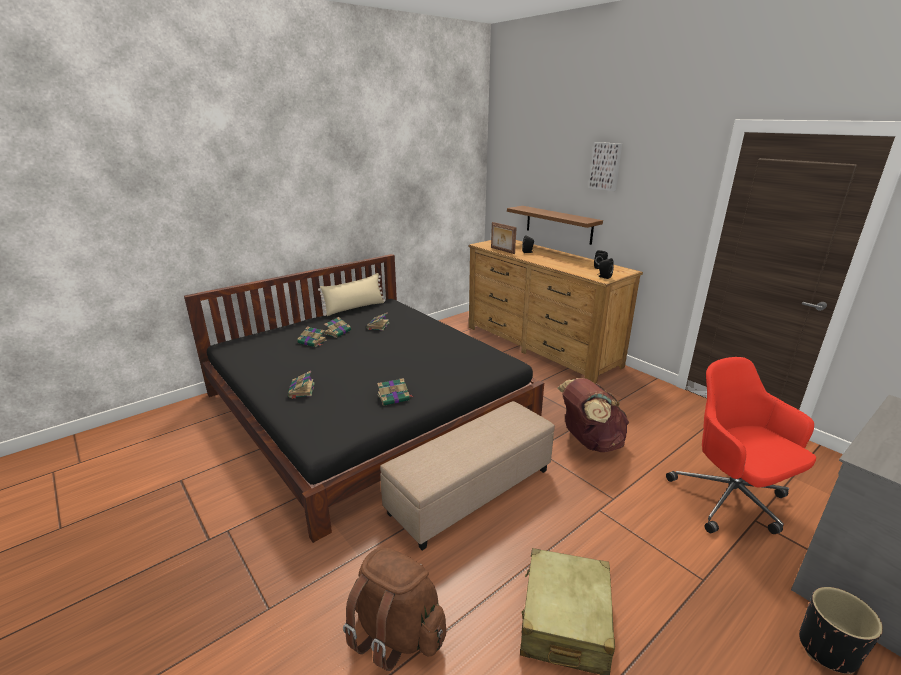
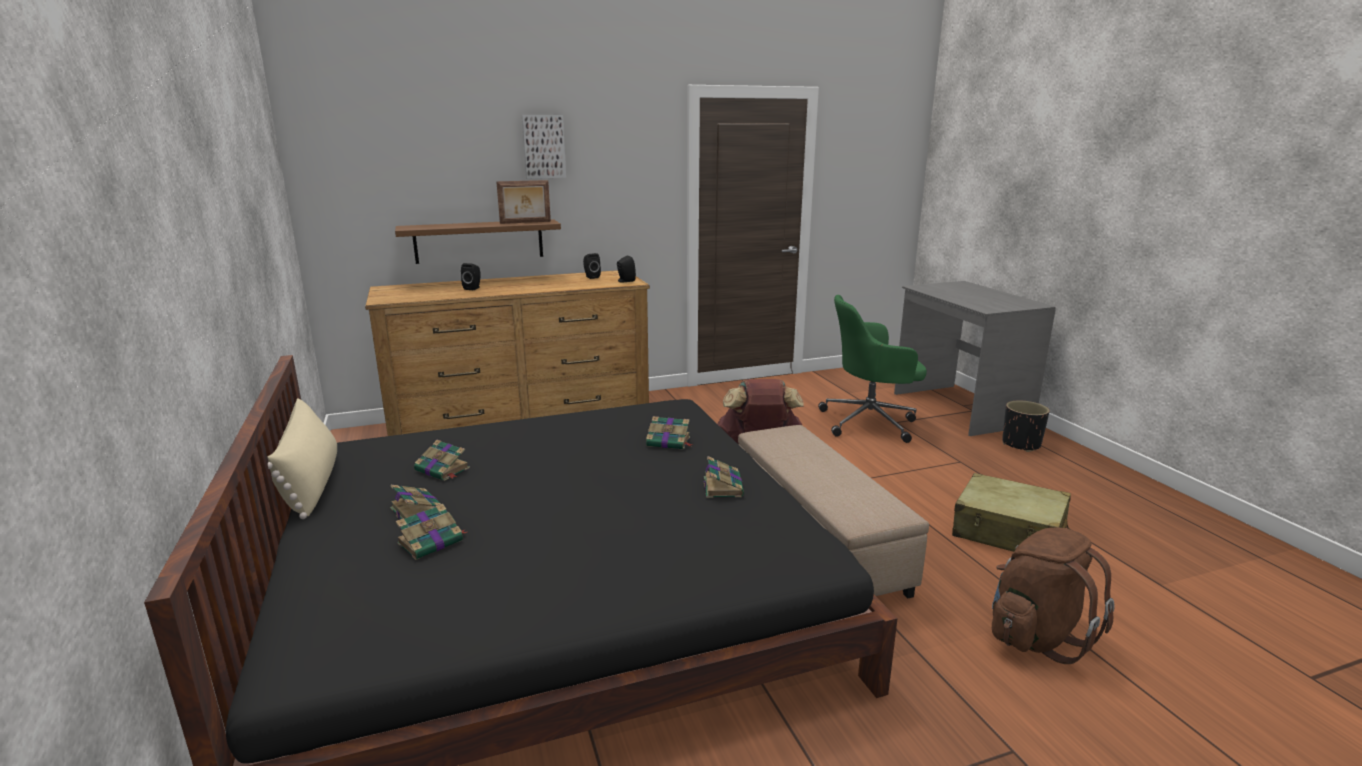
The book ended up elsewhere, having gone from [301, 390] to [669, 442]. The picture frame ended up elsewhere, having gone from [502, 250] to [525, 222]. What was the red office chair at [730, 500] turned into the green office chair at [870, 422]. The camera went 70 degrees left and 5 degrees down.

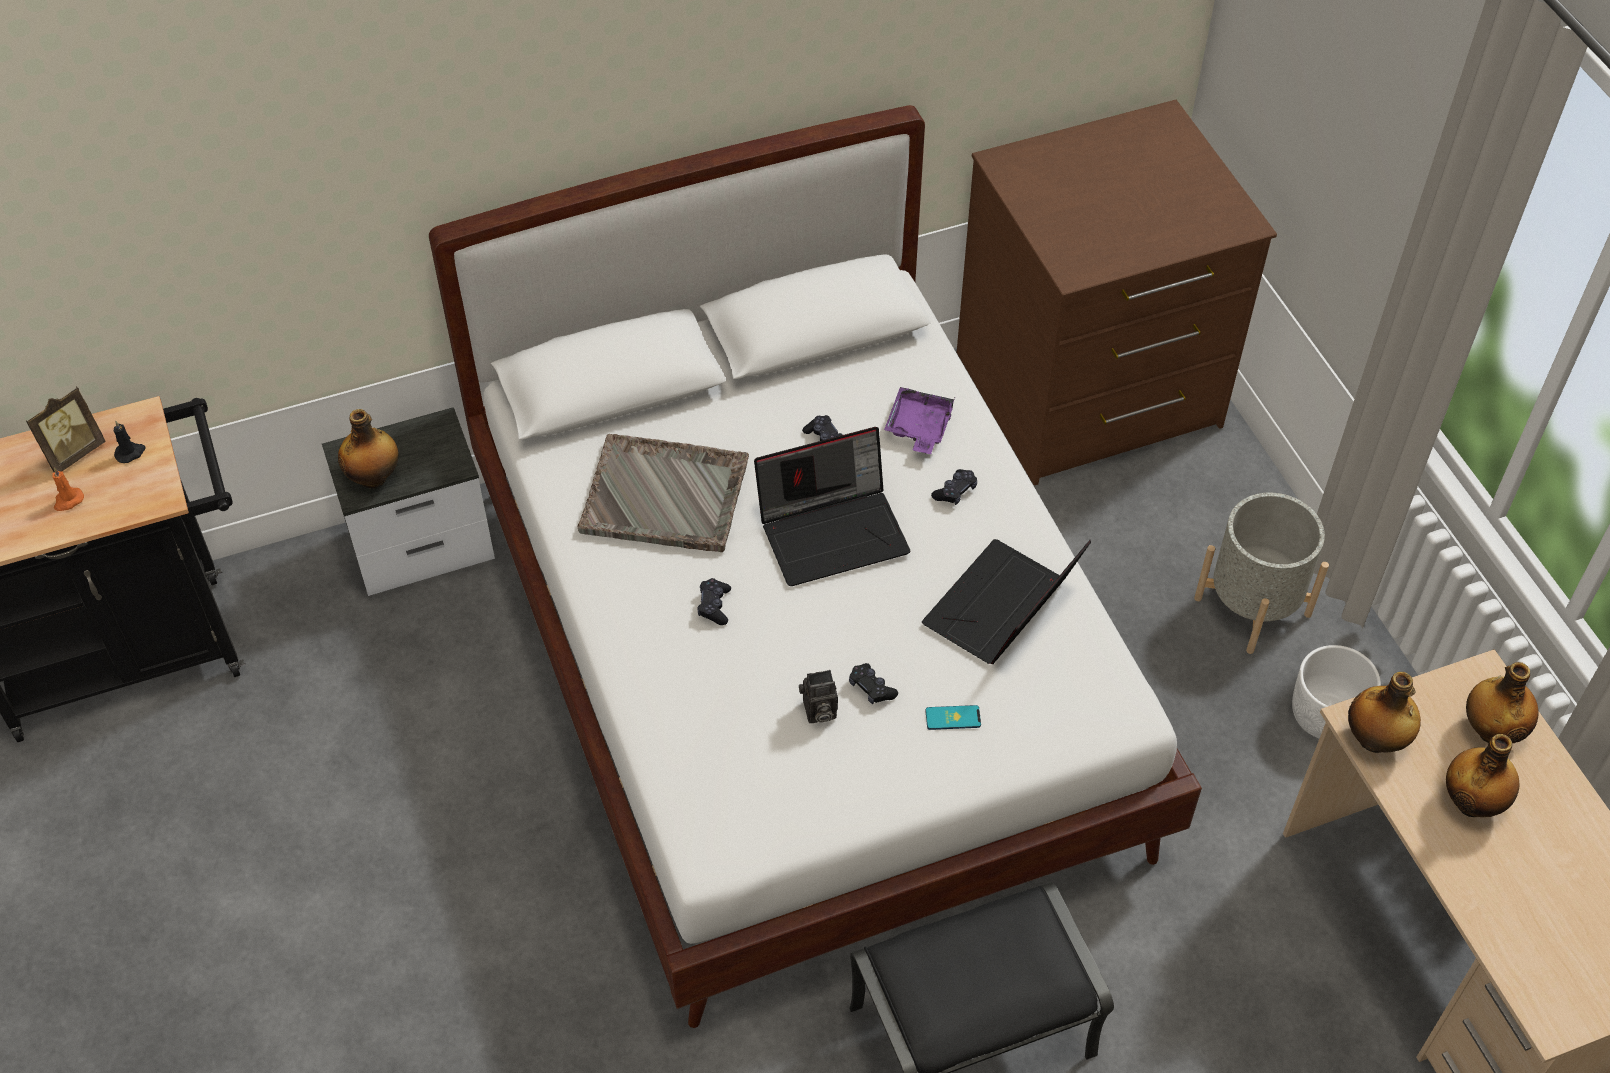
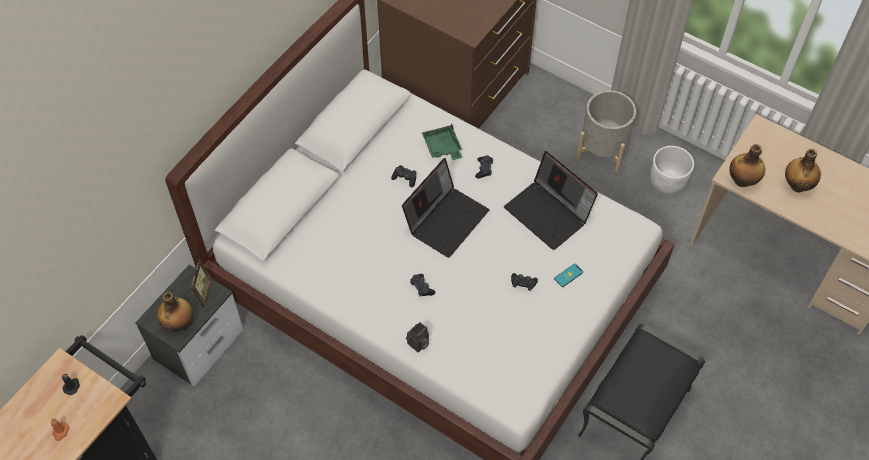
The picture frame ended up elsewhere, having gone from [73, 453] to [201, 293]. The second view lost the grey tray at [666, 496]. The photo camera ended up elsewhere, having gone from [818, 712] to [418, 344]. What was the purple tray at [918, 427] turned into the green tray at [442, 147]. The laptop at [1002, 611] ended up facing another way, 45 degrees counterclockwise from before. The second view lost the bottle at [1491, 730]. The camera went 35 degrees left and 5 degrees up.

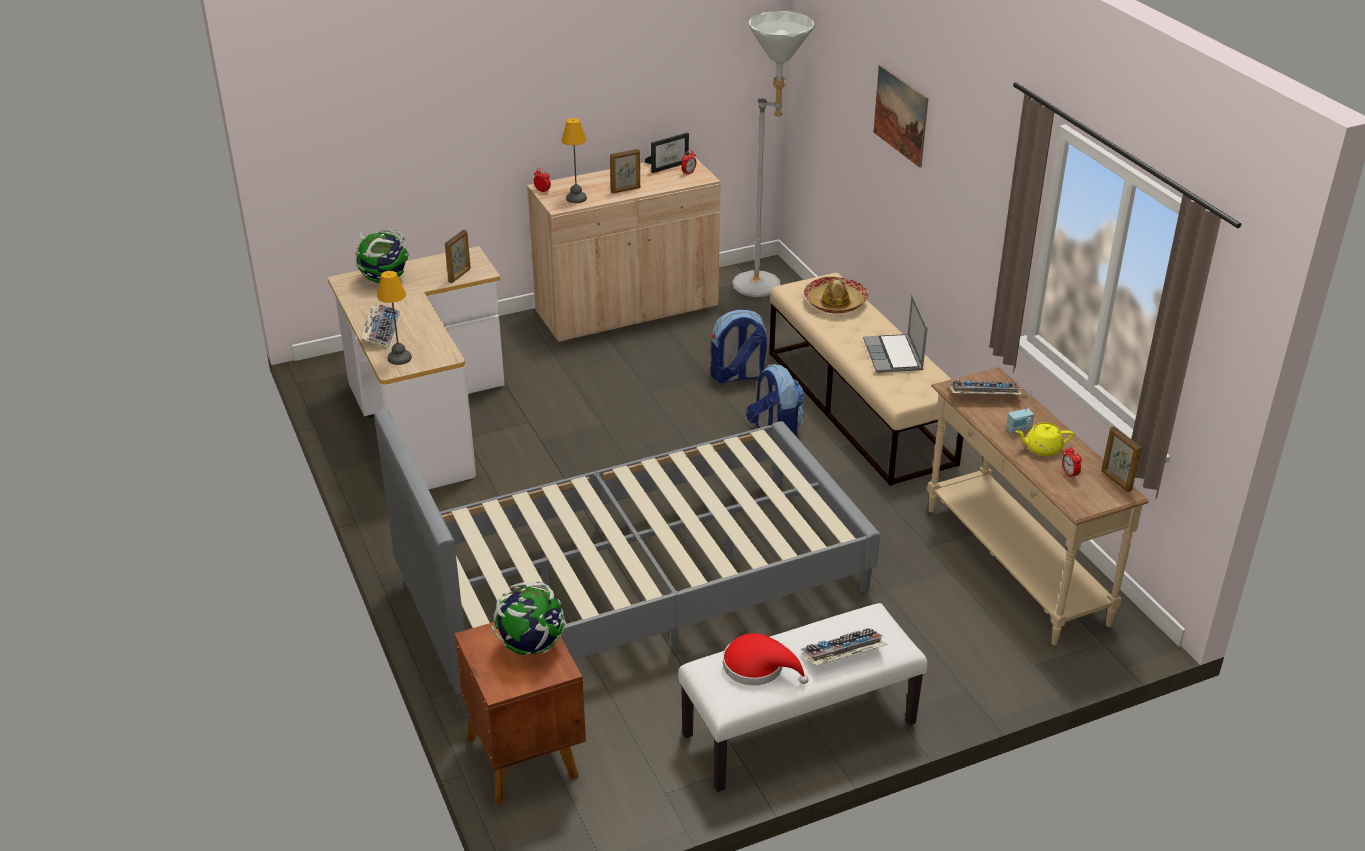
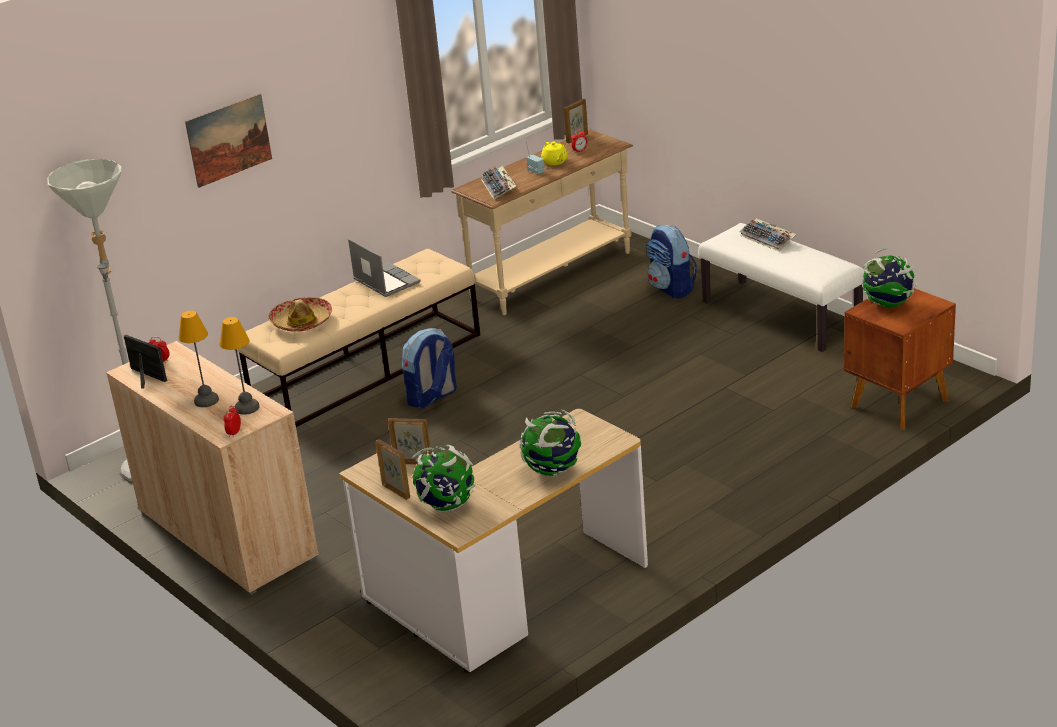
Where the keyboard stood at [381, 331], the globe came to stand at [553, 470]. The second view lost the grey bed at [634, 587]. The table lamp ended up elsewhere, having gone from [399, 358] to [207, 400]. The picture frame ended up elsewhere, having gone from [625, 190] to [396, 491]. The backpack ended up elsewhere, having gone from [737, 376] to [672, 288]. The second view lost the red hat at [758, 667]. The laptop at [894, 356] ended up facing another way, 105 degrees counterclockwise from before. The camera went 105 degrees left and 5 degrees down.

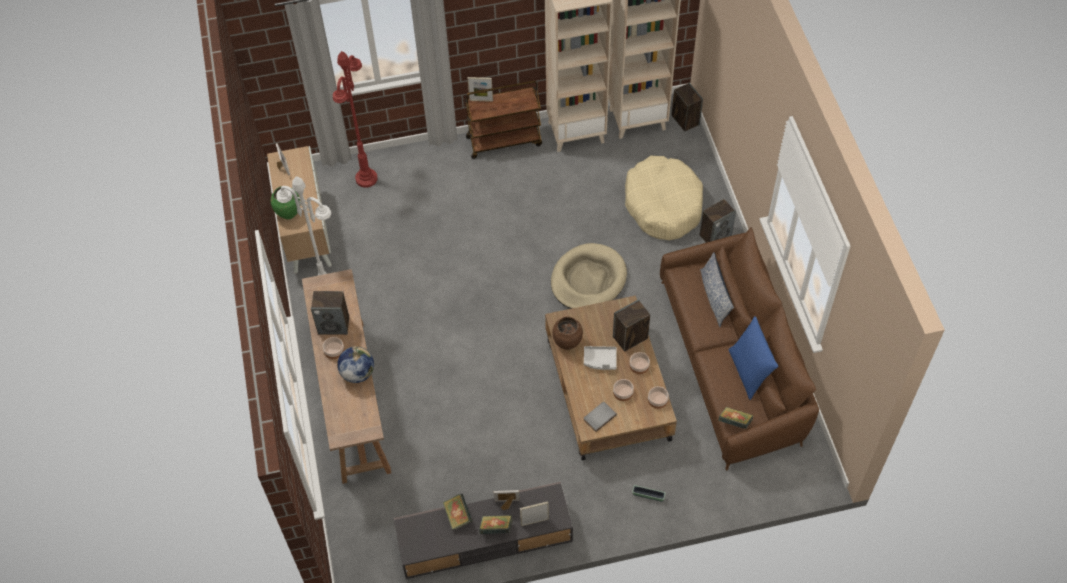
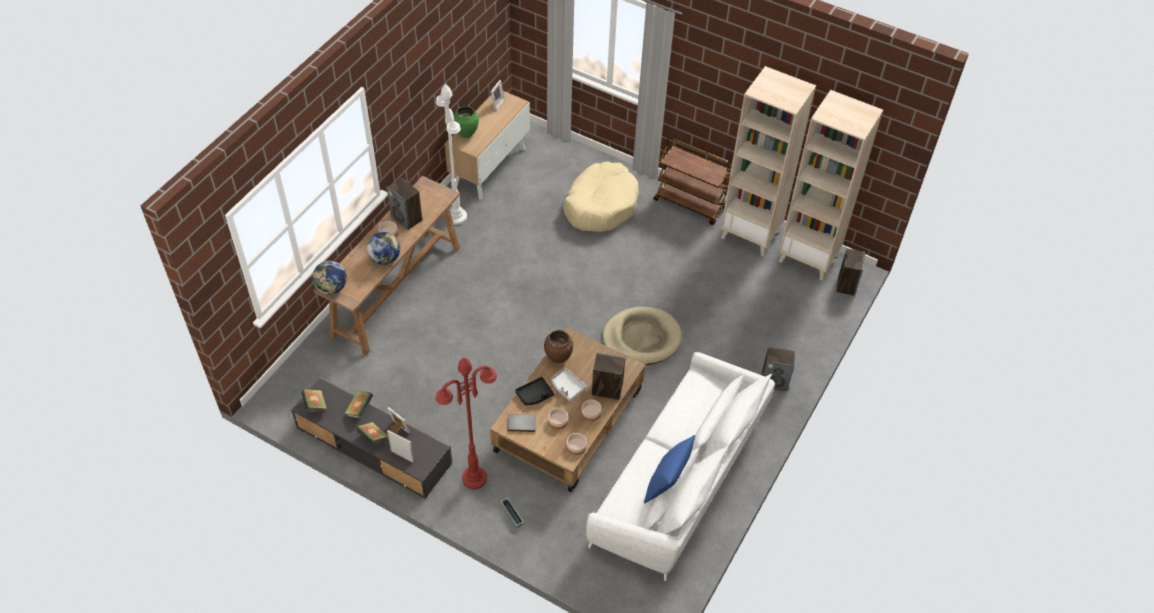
The red floor lamp ended up elsewhere, having gone from [366, 179] to [474, 478]. The second view lost the picture frame at [481, 100]. The beige dog bed ended up elsewhere, having gone from [663, 205] to [600, 205]. What was the brown sofa at [732, 364] turned into the white sofa at [680, 479]. The second view lost the pillow at [714, 297]. The book ended up elsewhere, having gone from [734, 422] to [315, 406]. The second view gained the globe at [332, 288]. The second view gained the black tray at [535, 395]. The camera went 40 degrees right and 5 degrees down.

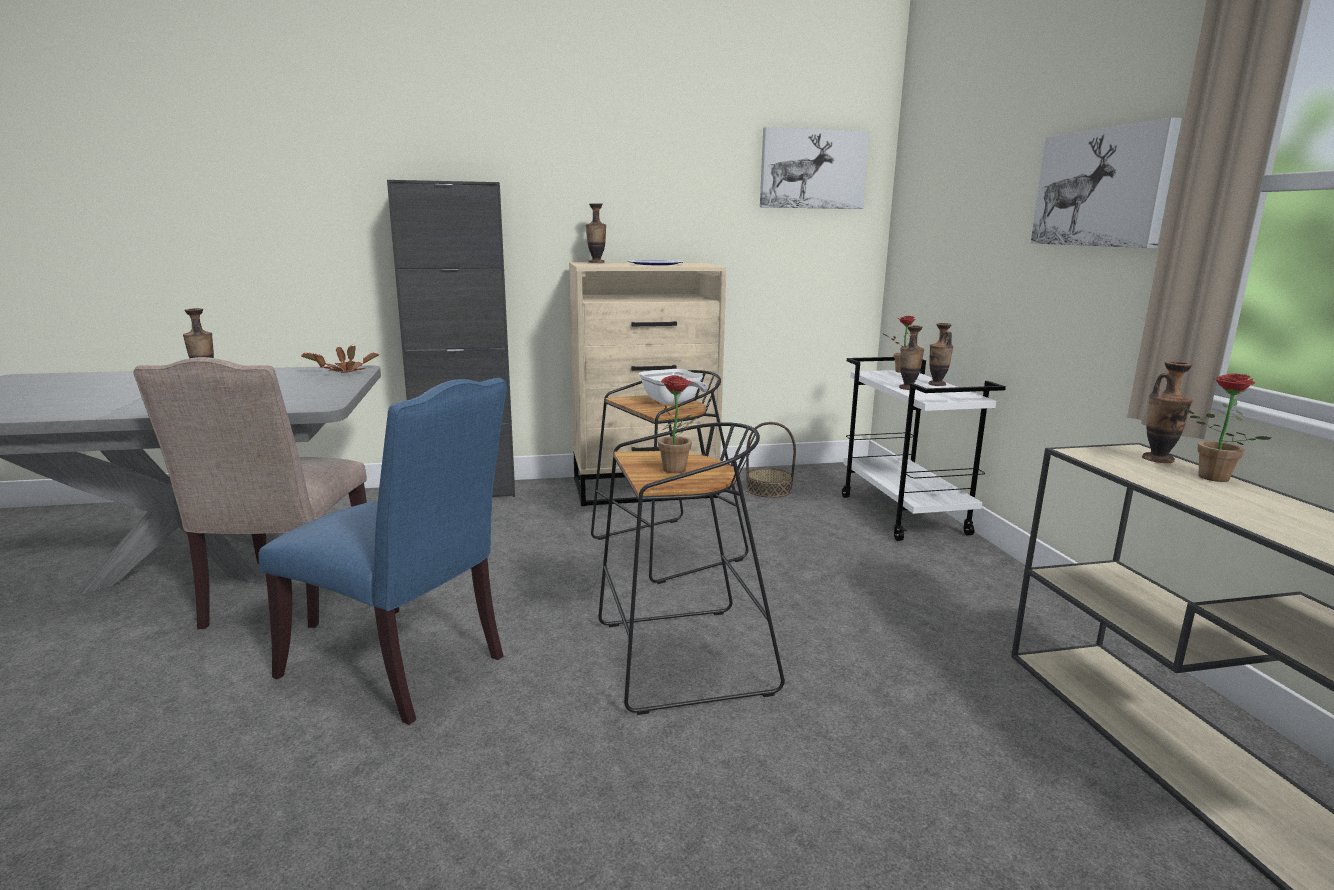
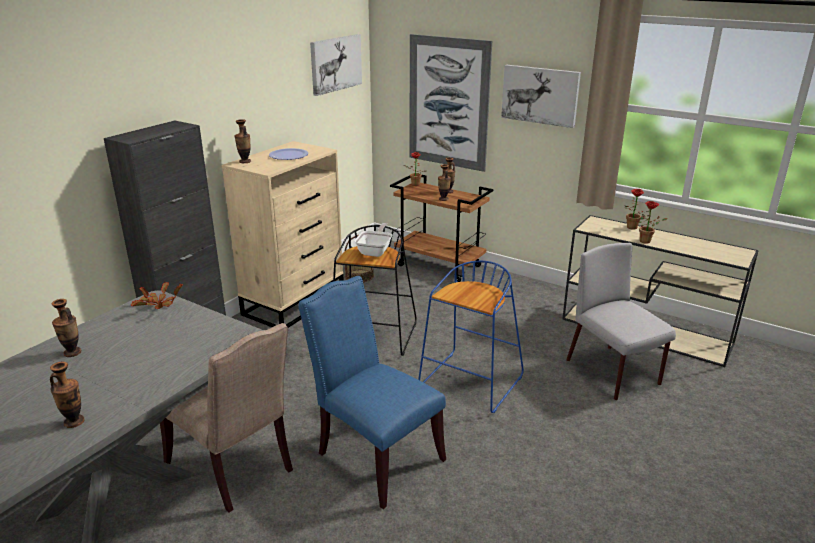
The blue chair at [403, 666] ended up facing another way, 120 degrees counterclockwise from before. What was the black stool at [680, 659] turned into the blue stool at [471, 383]. The frying pan at [673, 402] ended up facing another way, 90 degrees counterclockwise from before. The potted plant ended up elsewhere, having gone from [677, 471] to [647, 241]. What was the white cart at [904, 515] turned into the brown cart at [440, 266]. The vase ended up elsewhere, having gone from [1158, 459] to [74, 422]. The second view gained the picture at [448, 103]. The second view gained the grey chair at [613, 373]. The camera went 45 degrees left and 10 degrees up.

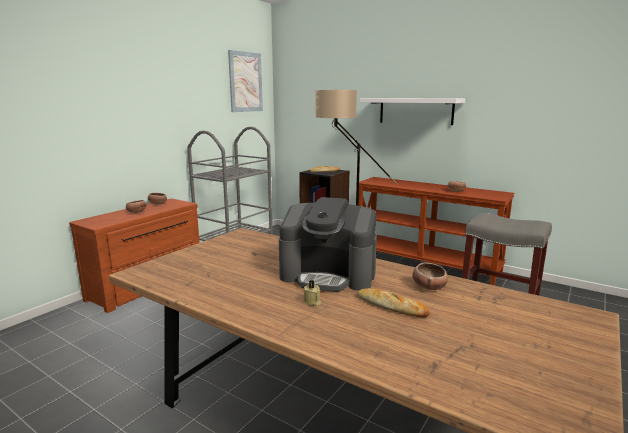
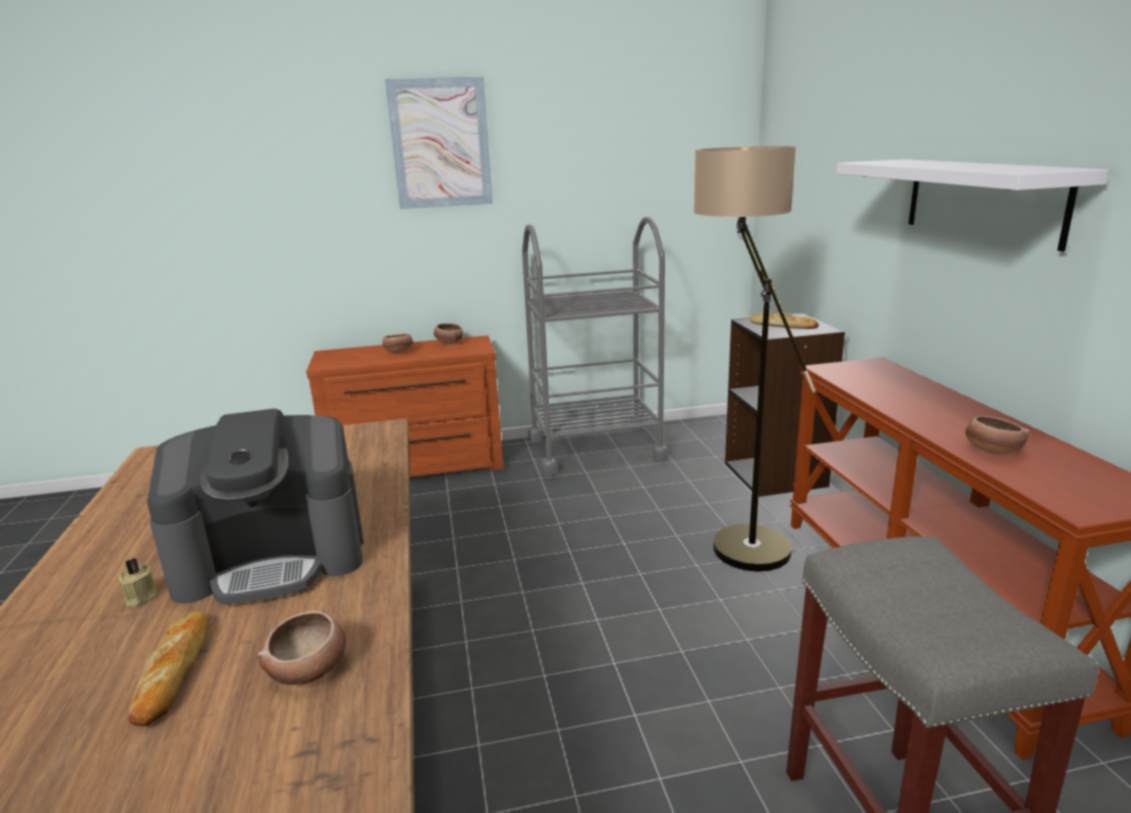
The picture ended up elsewhere, having gone from [245, 82] to [441, 143]. The coffee machine at [329, 274] ended up facing another way, 75 degrees counterclockwise from before. The camera went 45 degrees right and 5 degrees up.

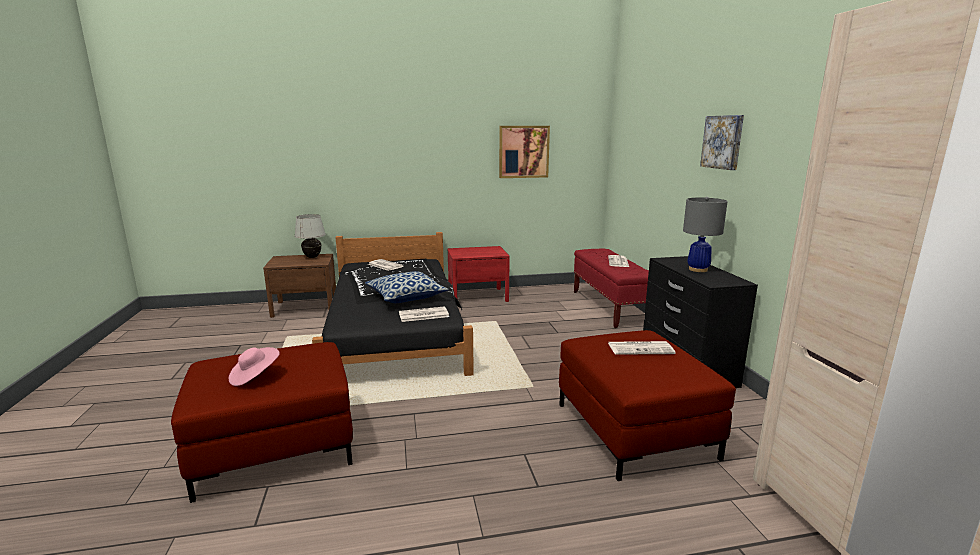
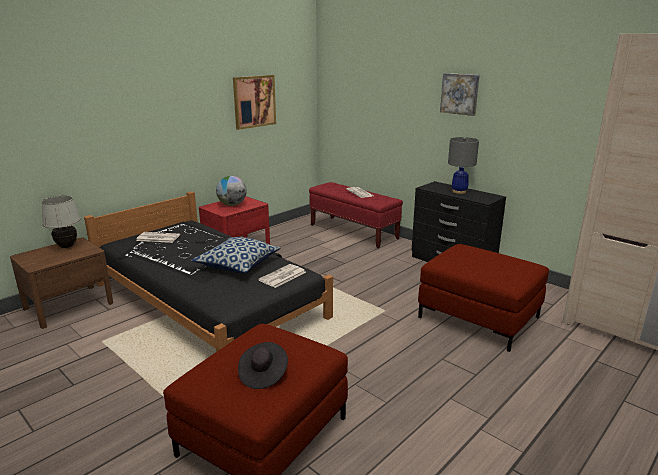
What was the pink hat at [254, 376] turned into the black hat at [263, 375]. The second view lost the newspaper at [641, 348]. The second view gained the globe at [232, 205]. The camera went 35 degrees left and 5 degrees up.

